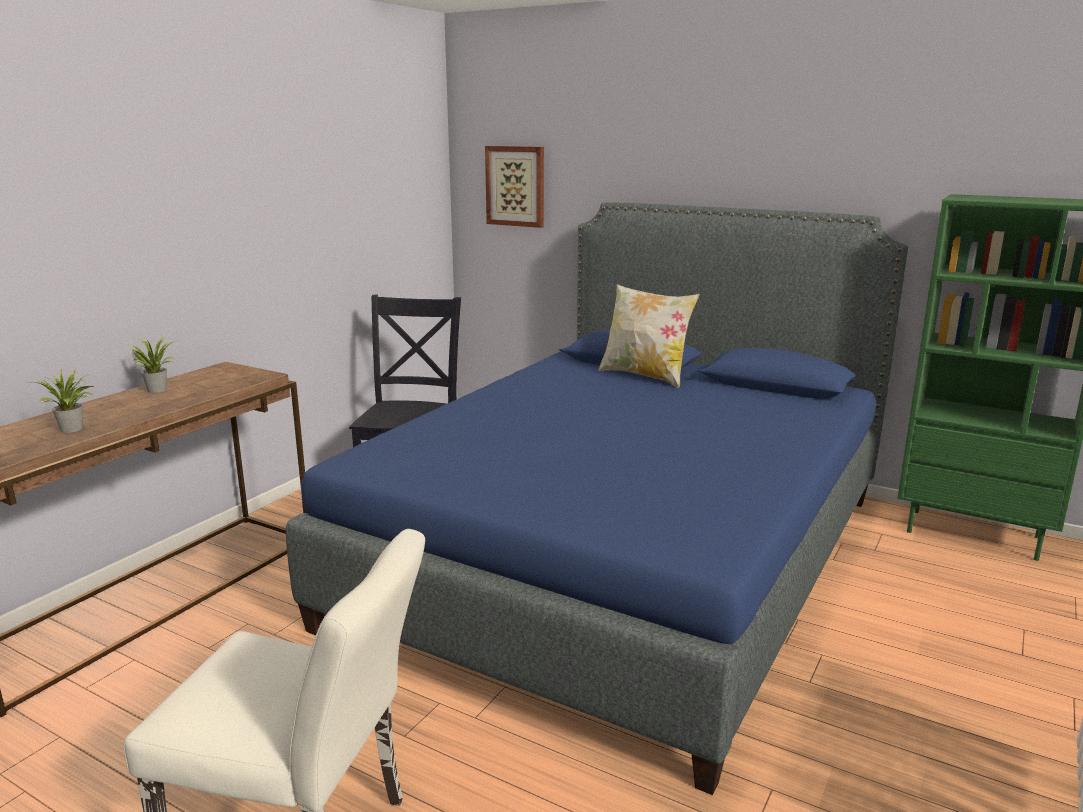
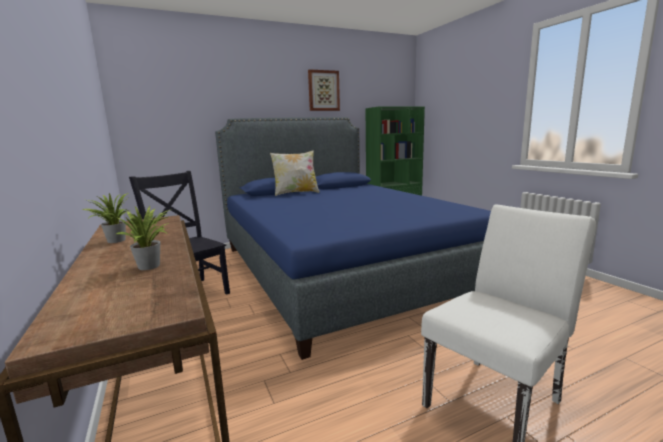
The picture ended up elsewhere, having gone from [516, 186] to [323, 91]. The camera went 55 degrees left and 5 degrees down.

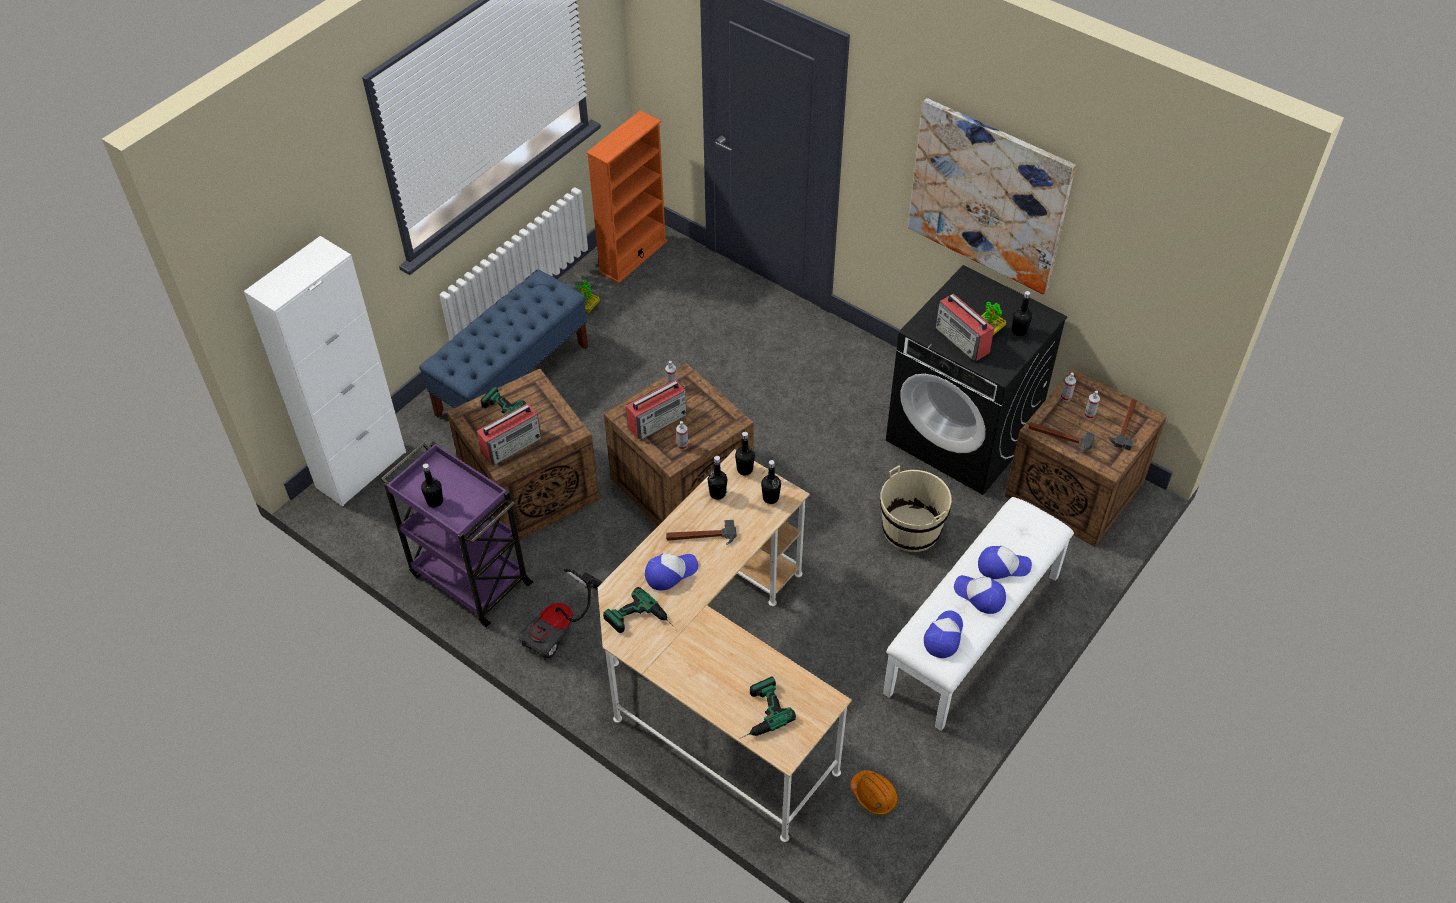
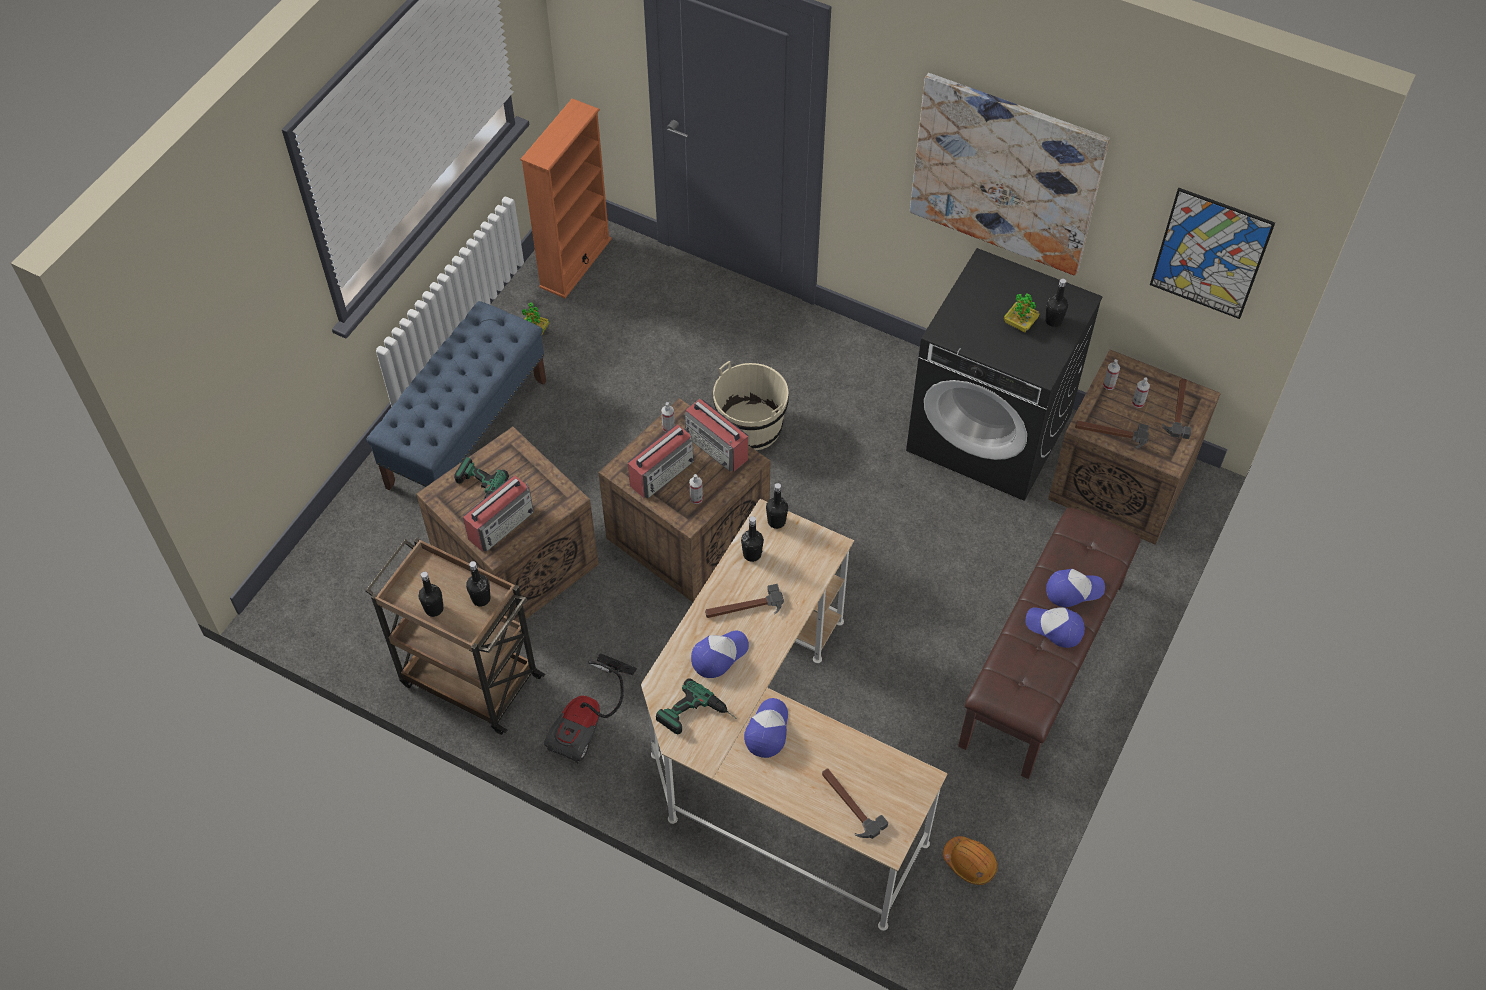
The second view lost the white cabinet at [361, 469]. What was the purple cart at [468, 578] turned into the brown cart at [468, 679]. Where the power drill stood at [758, 713], the hammer came to stand at [849, 804]. The black bottle ended up elsewhere, having gone from [770, 498] to [481, 599]. The beige bucket ended up elsewhere, having gone from [911, 529] to [750, 427]. What was the white bench at [974, 634] turned into the brown bench at [1044, 664]. The cap ended up elsewhere, having gone from [943, 636] to [767, 730]. The radio ended up elsewhere, having gone from [962, 340] to [717, 447]. The second view gained the picture at [1210, 254]. The camera went 10 degrees left and 5 degrees up.

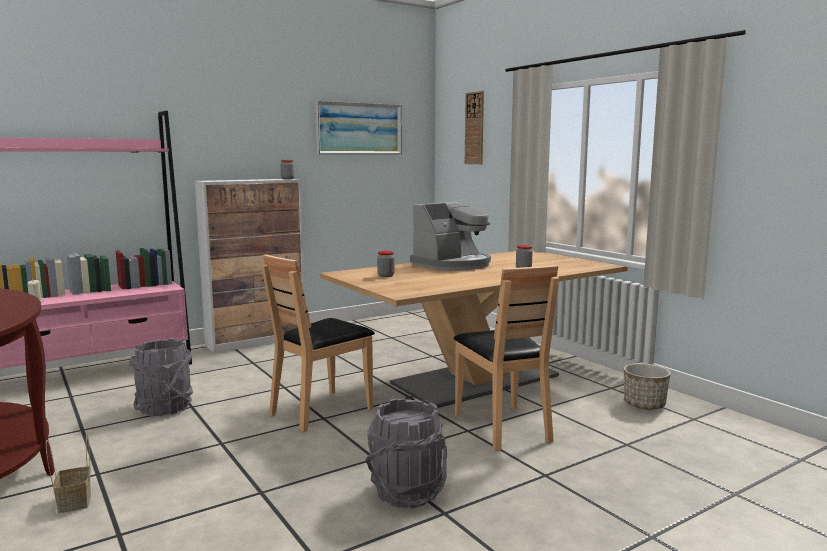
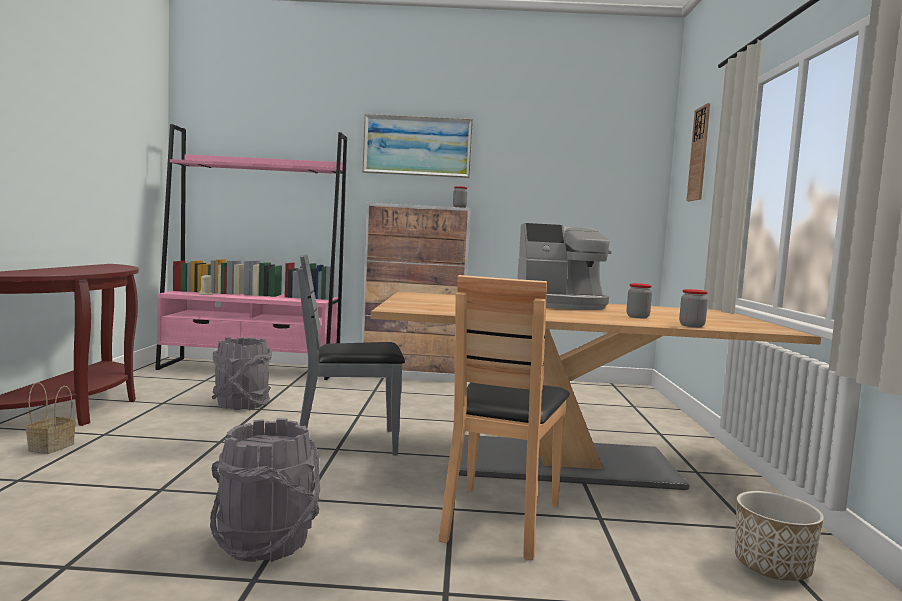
What was the brown chair at [321, 410] turned into the grey chair at [348, 442]. The picture ended up elsewhere, having gone from [359, 128] to [417, 146]. The jar ended up elsewhere, having gone from [386, 276] to [691, 326]. The camera went 35 degrees right and 5 degrees down.

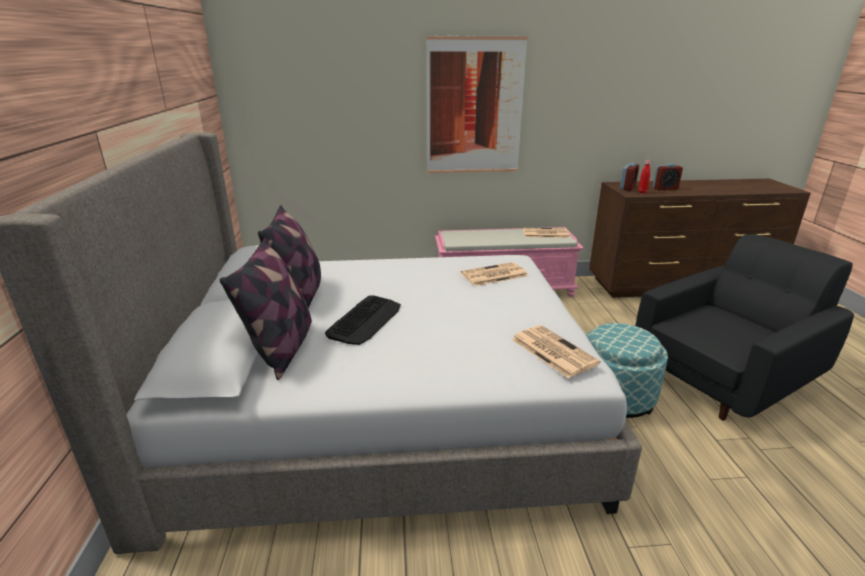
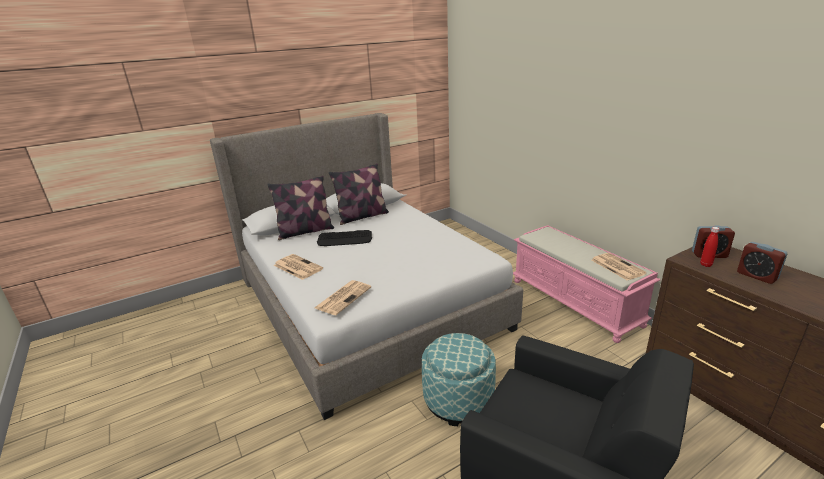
The second view lost the picture at [474, 107]. The newspaper ended up elsewhere, having gone from [493, 275] to [297, 267]. The camera went 65 degrees right and 0 degrees up.

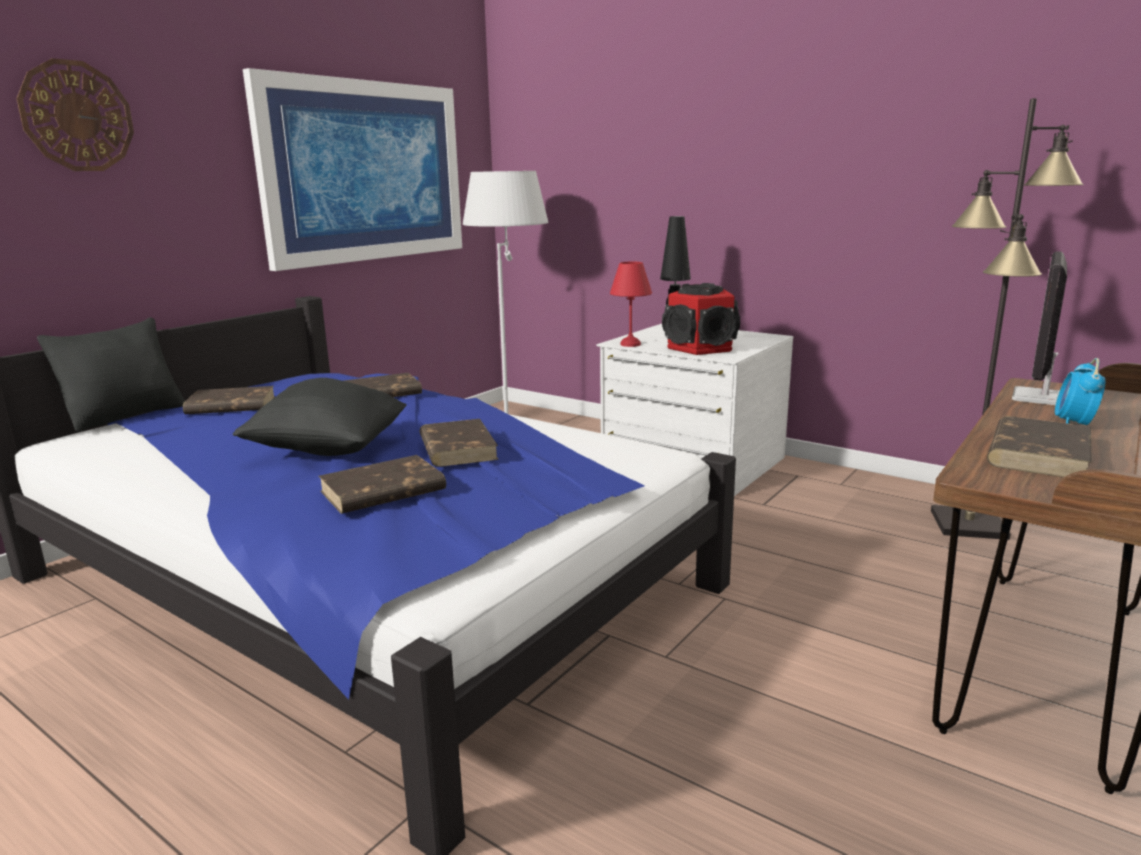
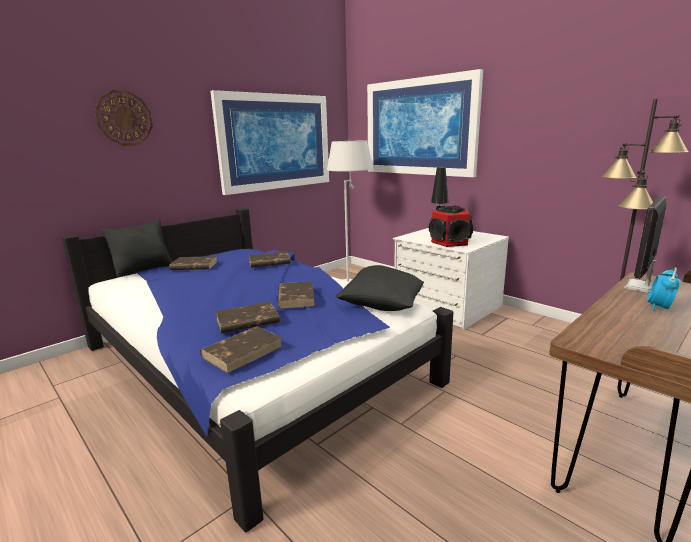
The black pillow ended up elsewhere, having gone from [328, 450] to [381, 306]. The second view lost the red table lamp at [631, 344]. The brown book ended up elsewhere, having gone from [1038, 453] to [243, 351]. The second view gained the picture at [419, 127]. The camera went 10 degrees right and 0 degrees up.

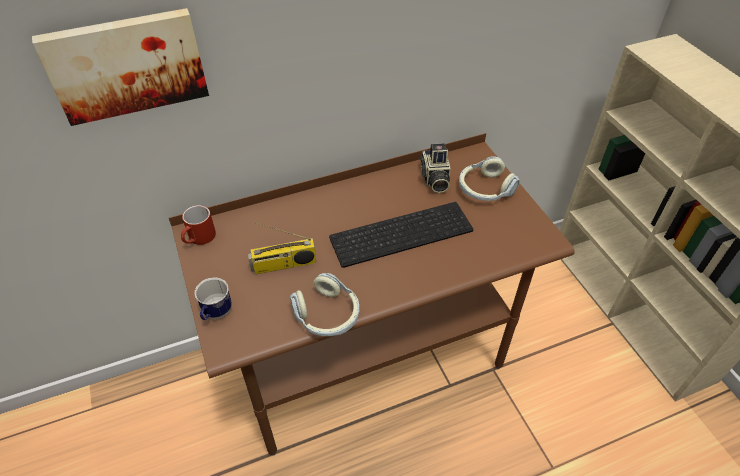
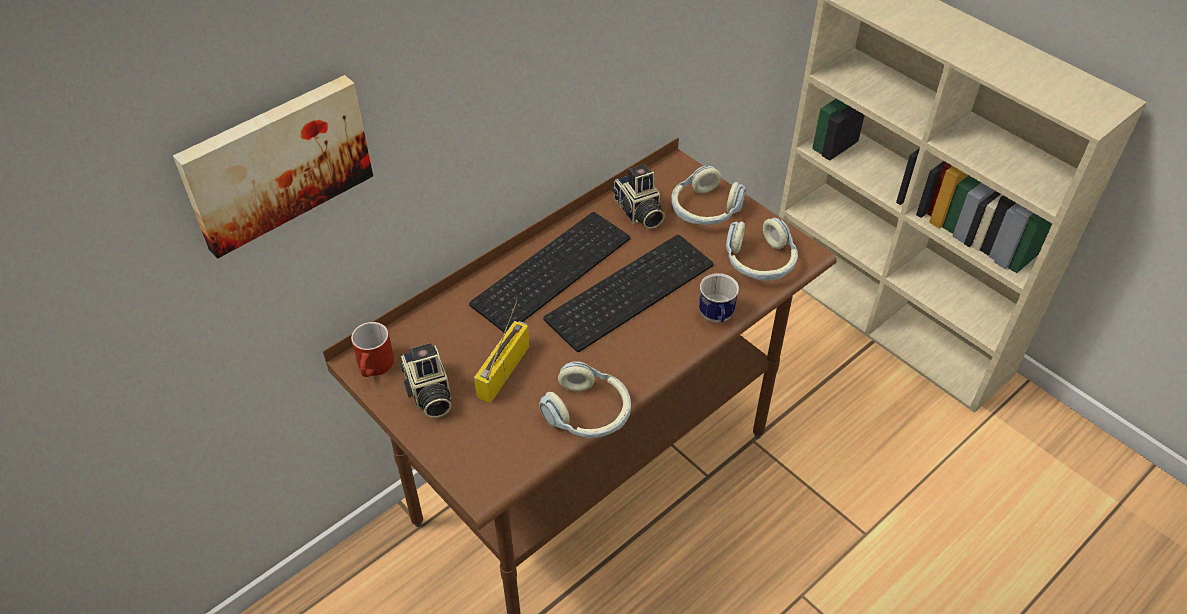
The mug ended up elsewhere, having gone from [215, 314] to [716, 318]. The radio at [283, 265] ended up facing another way, 150 degrees clockwise from before. The second view gained the photo camera at [428, 394]. The second view gained the keyboard at [551, 268]. The second view gained the headphones at [759, 262]. The camera went 20 degrees left and 0 degrees up.

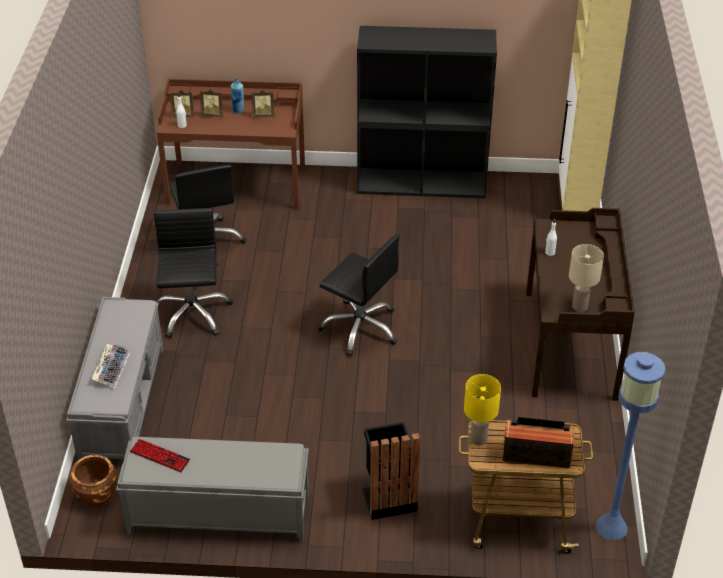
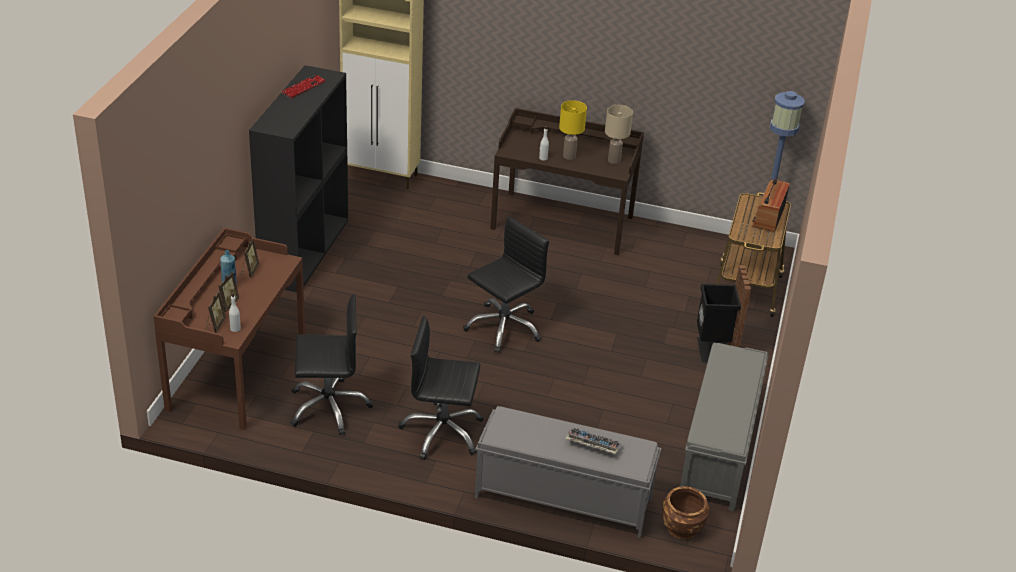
The keyboard ended up elsewhere, having gone from [160, 456] to [303, 87]. The yellow table lamp ended up elsewhere, having gone from [479, 439] to [569, 156]. The camera went 80 degrees left and 5 degrees down.

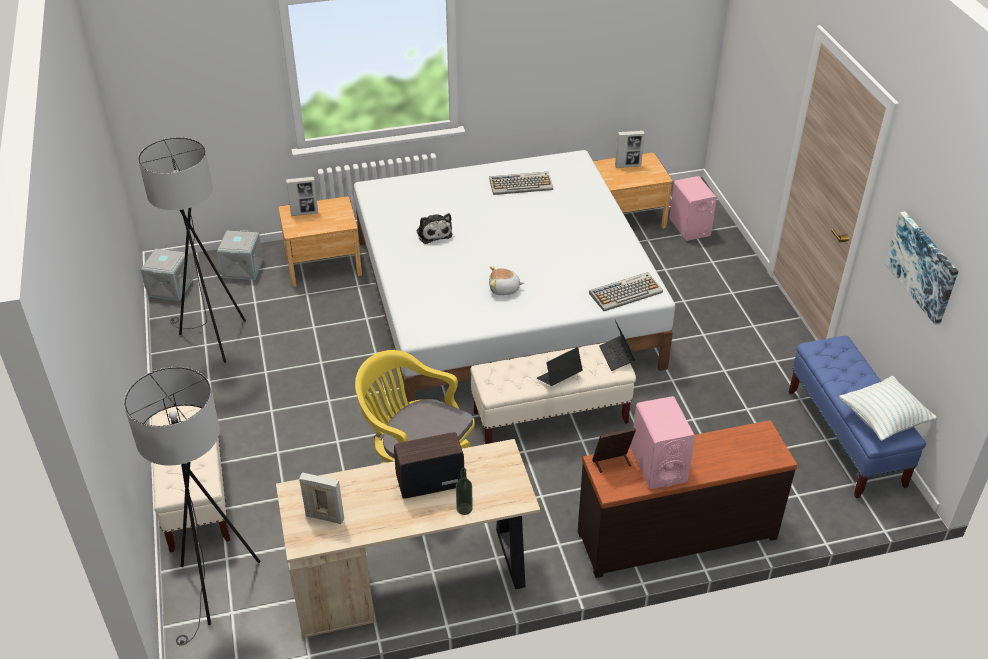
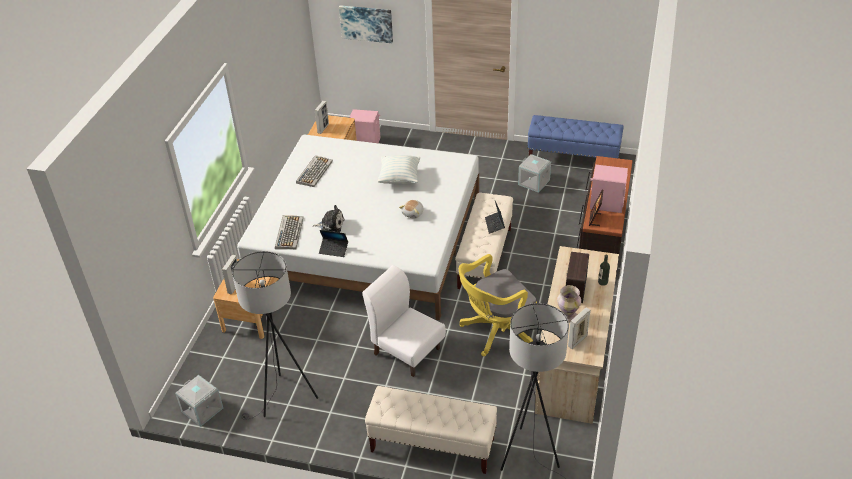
The grey storage box ended up elsewhere, having gone from [242, 268] to [533, 182]. The keyboard ended up elsewhere, having gone from [626, 292] to [289, 232]. The laptop ended up elsewhere, having gone from [616, 356] to [334, 250]. The pillow ended up elsewhere, having gone from [883, 420] to [399, 178]. The picture ended up elsewhere, having gone from [923, 266] to [366, 23]. The second view gained the white chair at [406, 350]. The second view gained the vase at [567, 316]. The camera went 60 degrees left and 0 degrees up.

